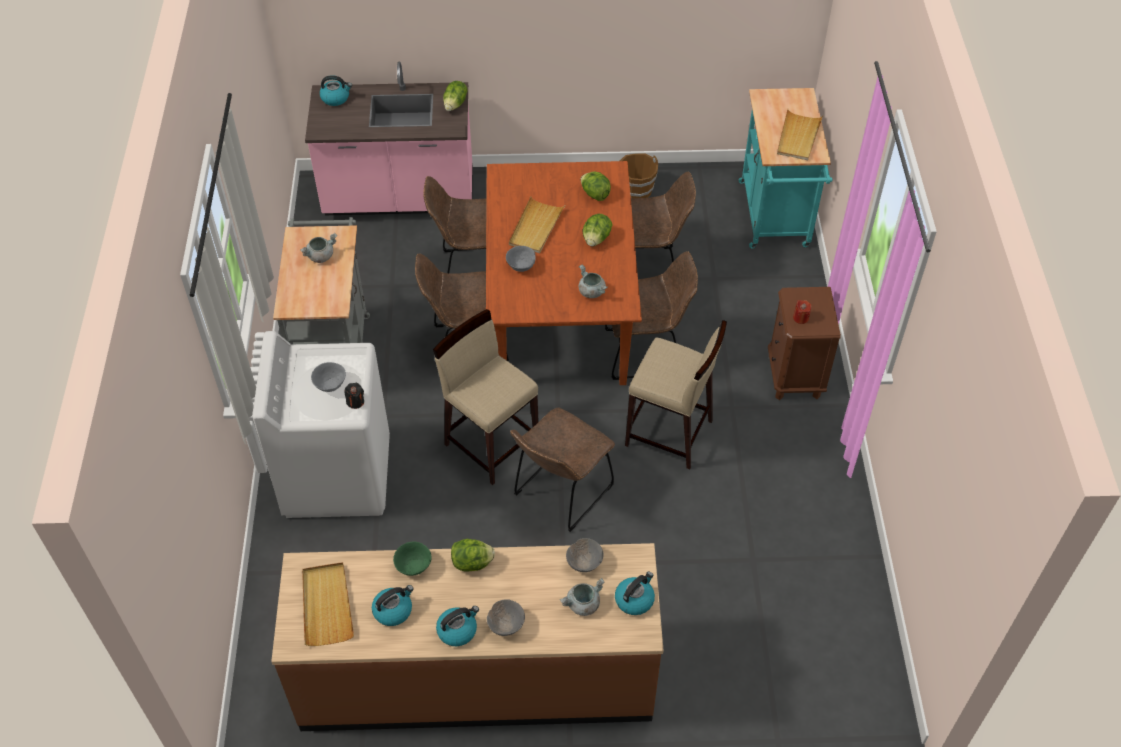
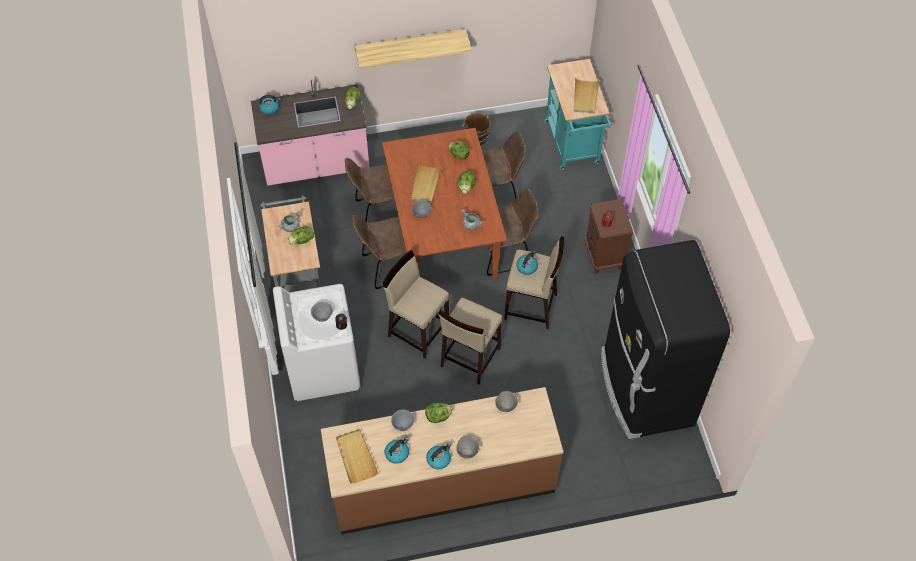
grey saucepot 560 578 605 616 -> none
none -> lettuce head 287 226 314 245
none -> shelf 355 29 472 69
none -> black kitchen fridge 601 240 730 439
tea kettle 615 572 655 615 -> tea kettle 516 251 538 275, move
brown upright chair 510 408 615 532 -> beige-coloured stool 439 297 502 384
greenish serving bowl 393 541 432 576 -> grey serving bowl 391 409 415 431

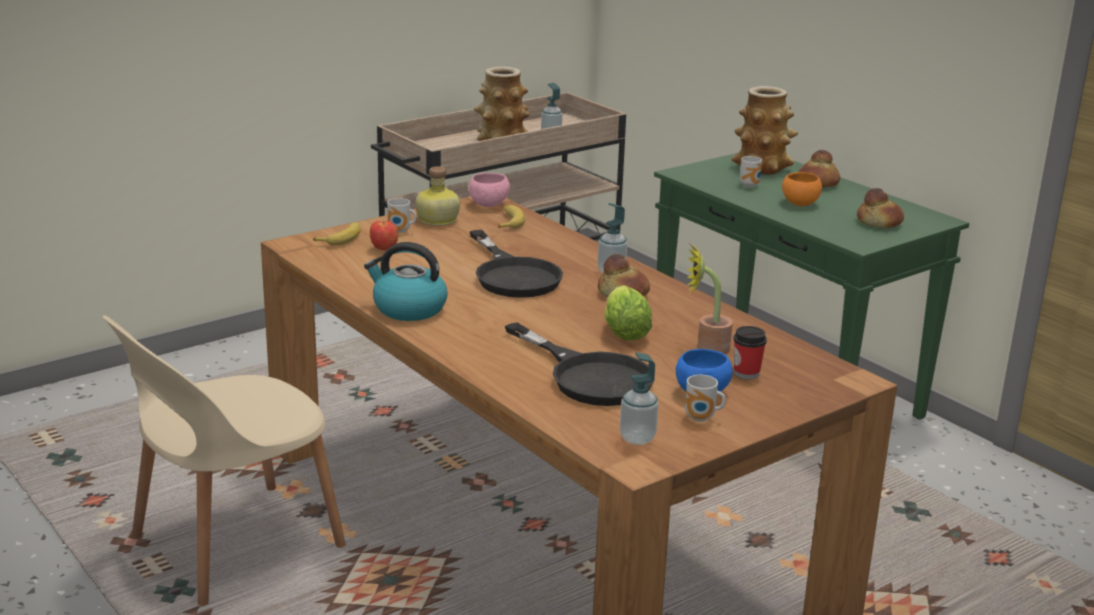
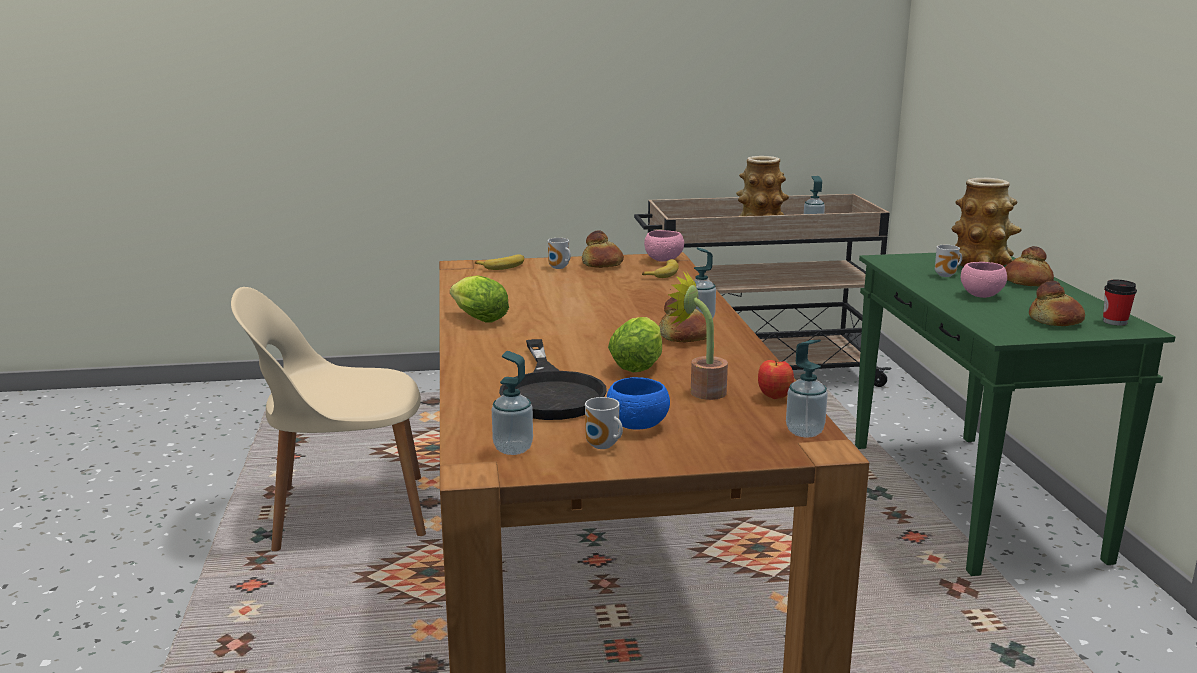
black pan 470 230 563 298 -> none
none -> soap bottle 786 340 828 437
whole apple 370 221 398 251 -> whole apple 758 360 794 399, move
cup 733 326 767 380 -> cup 1103 280 1137 326, move
tea kettle 364 242 448 321 -> lettuce head 450 275 509 323
beverage bottle 415 166 460 226 -> baked bread 582 230 624 268
orange serving bowl 782 172 822 206 -> pink-coloured serving bowl 961 262 1007 298

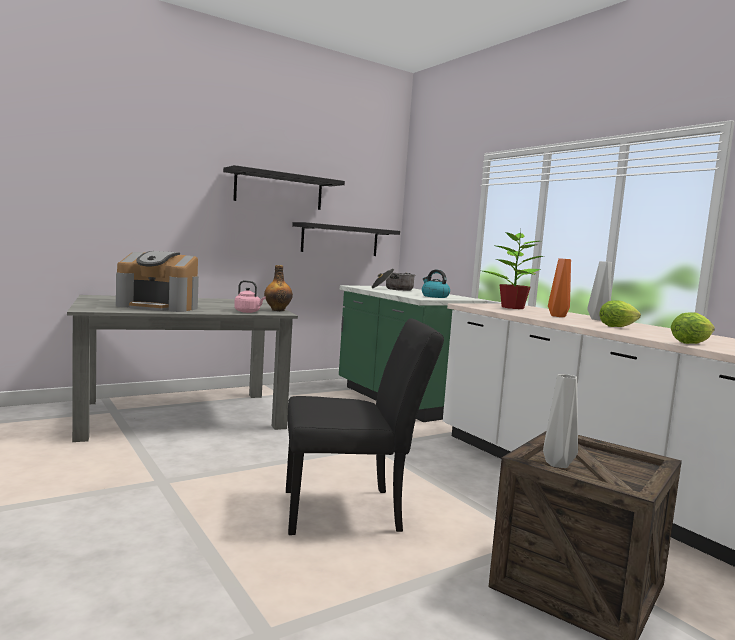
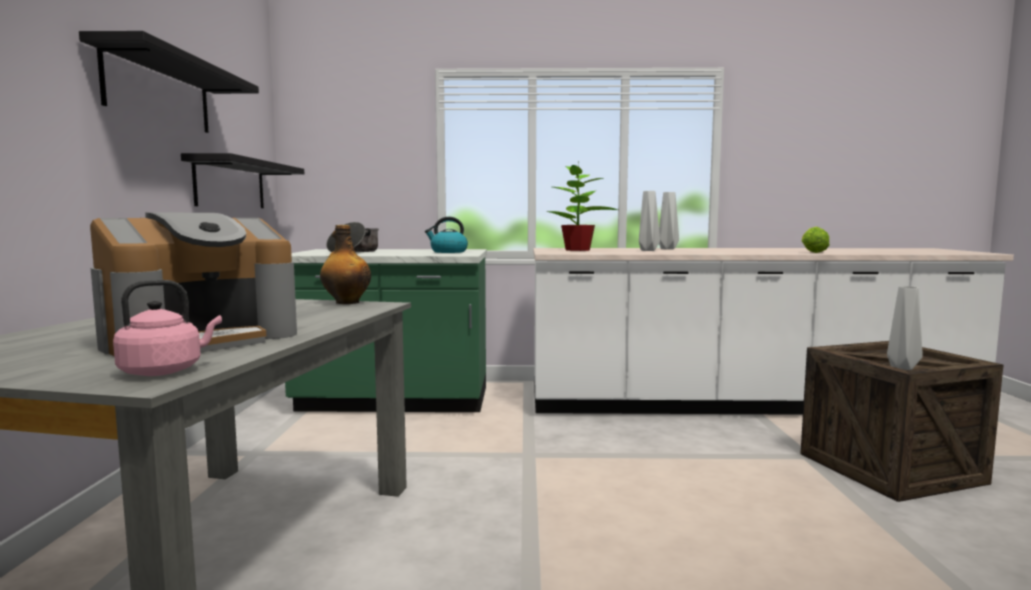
black upright chair 286 319 444 535 -> none
lettuce head 599 300 641 327 -> none
pink-coloured tea kettle 234 280 266 313 -> pink-coloured tea kettle 113 280 222 376, move
orange flower vase 548 258 571 317 -> grey flower vase 639 191 660 251

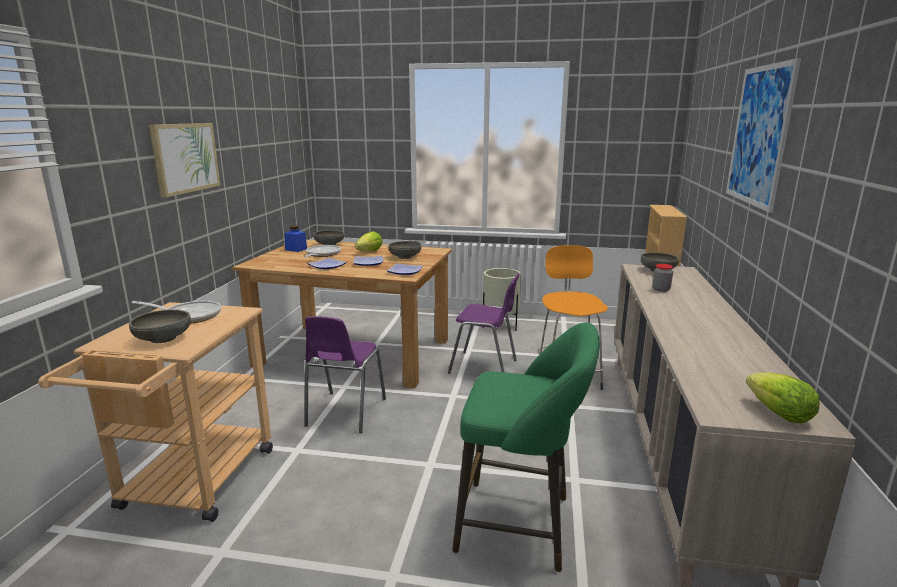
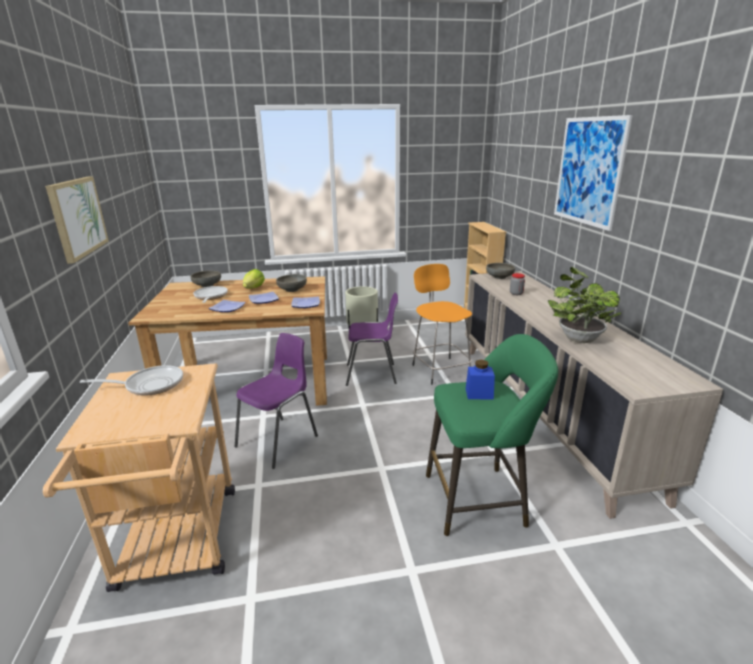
grey serving bowl 129 310 191 343 -> none
lettuce head 746 372 820 423 -> none
none -> houseplant 548 267 622 343
bluish jar 284 225 307 252 -> bluish jar 466 360 495 400, move
purple-coloured upright chair 304 316 386 433 -> purple-coloured upright chair 235 333 318 469, 135 degrees counterclockwise

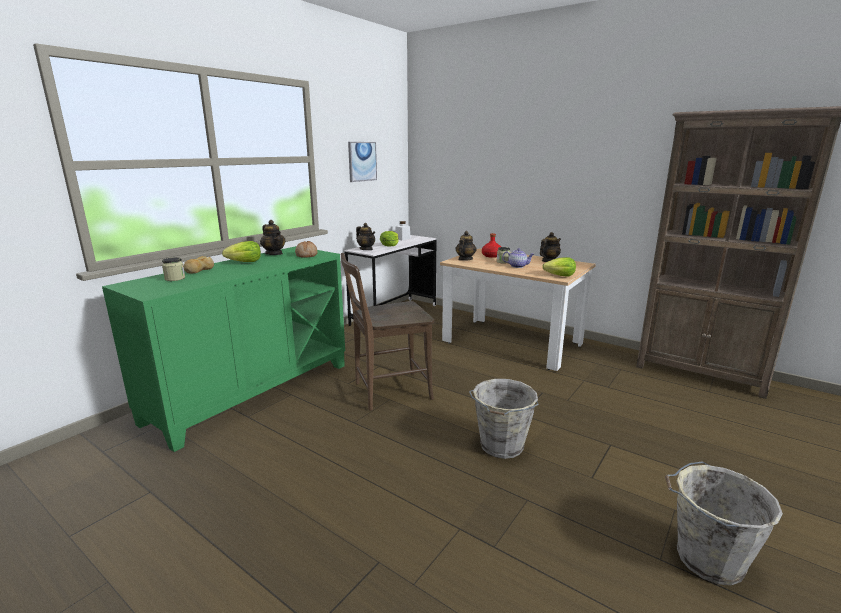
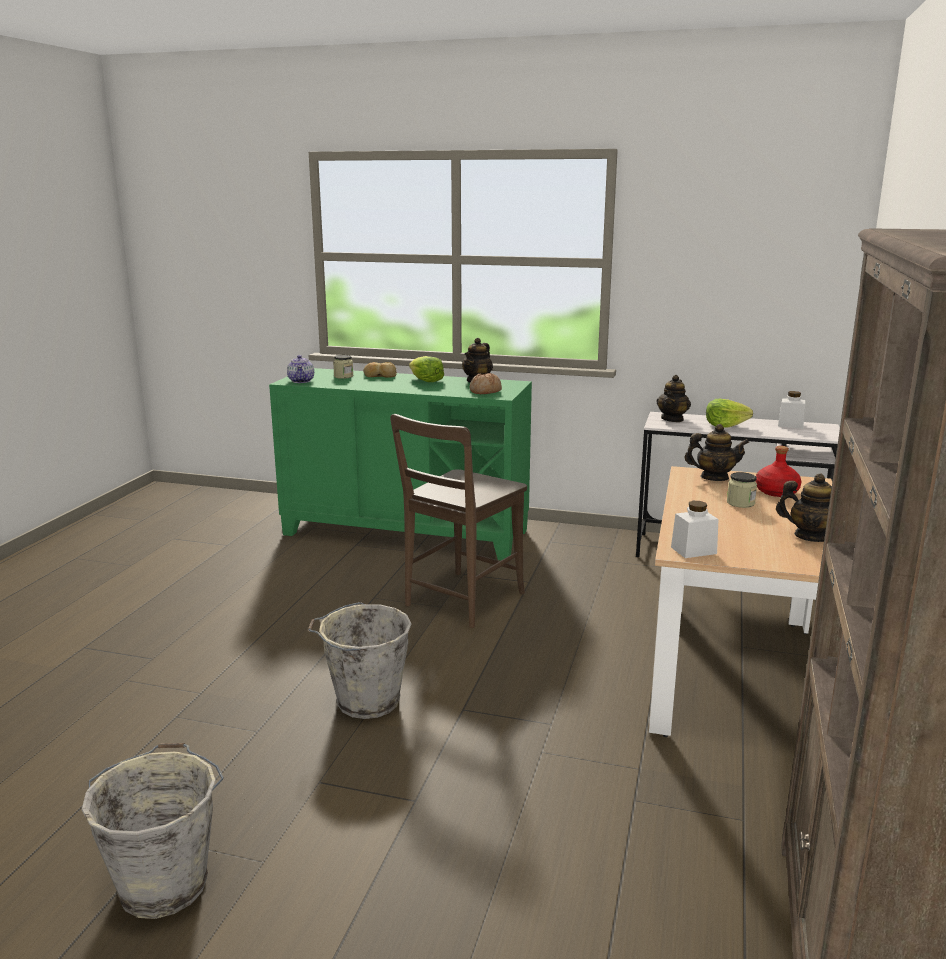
wall picture 348 142 377 182 -> none
teapot 502 248 534 268 -> teapot 287 355 314 383, move
lettuce head 542 257 576 277 -> white-coloured jar 671 501 719 558
brown upright chair 341 253 434 411 -> brown upright chair 390 414 527 628, 105 degrees counterclockwise

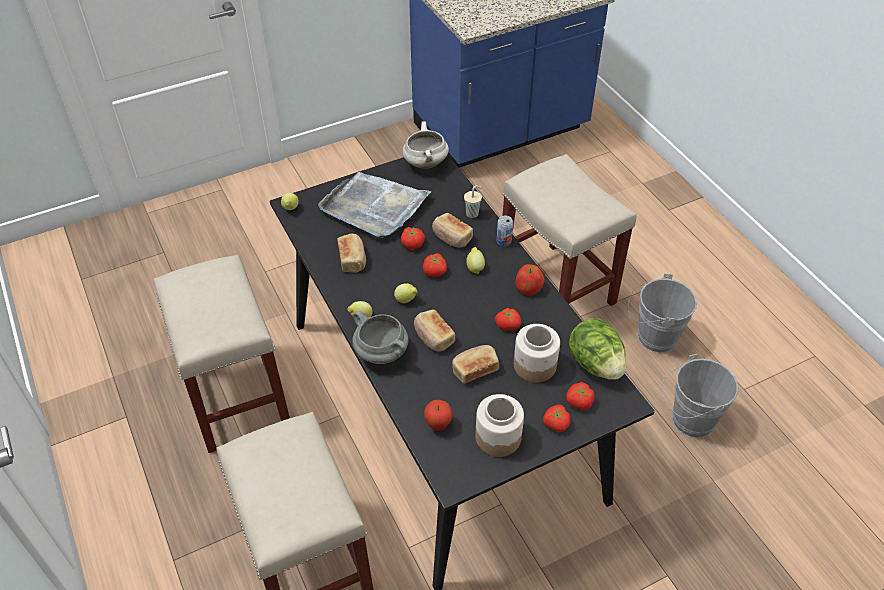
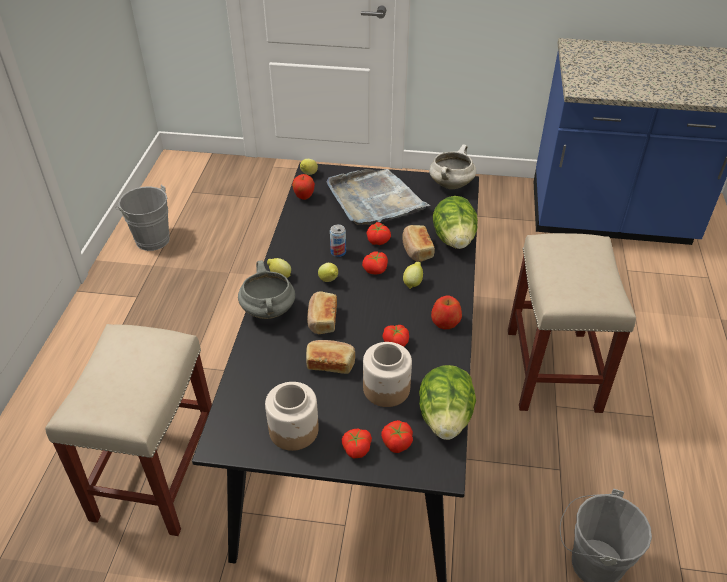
beige-coloured stool 154 255 290 453 -> none
baked bread 337 233 366 273 -> none
whole apple 424 400 453 431 -> whole apple 292 174 315 200, move
can 497 215 513 246 -> can 330 225 346 257, move
grey water bucket 628 273 697 353 -> grey water bucket 115 185 170 251, move
beige-coloured cup 464 185 482 218 -> lettuce head 433 196 478 249

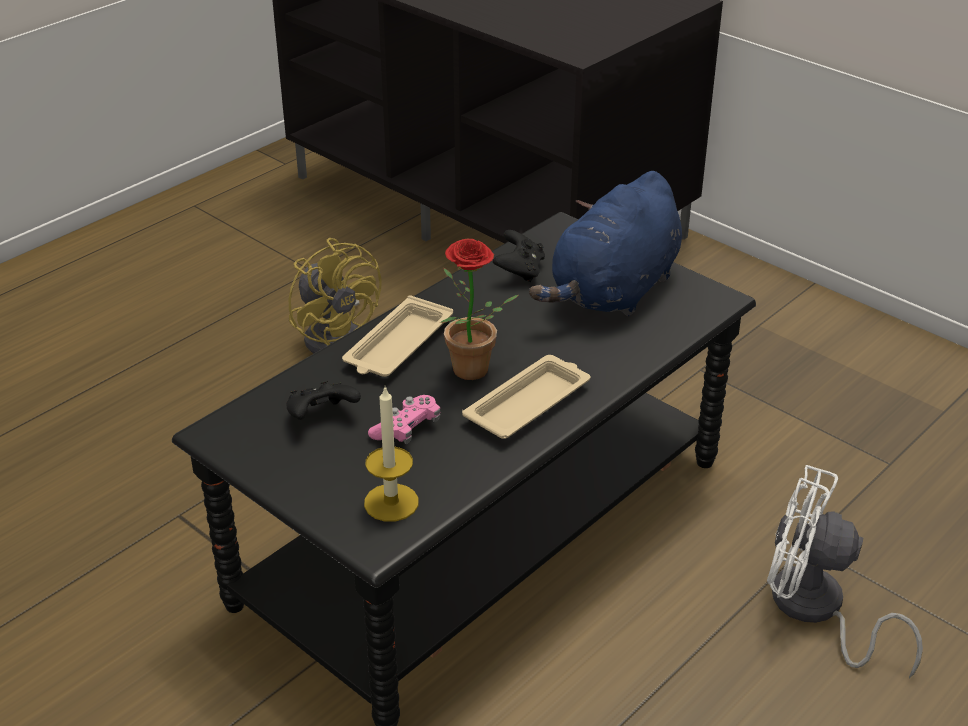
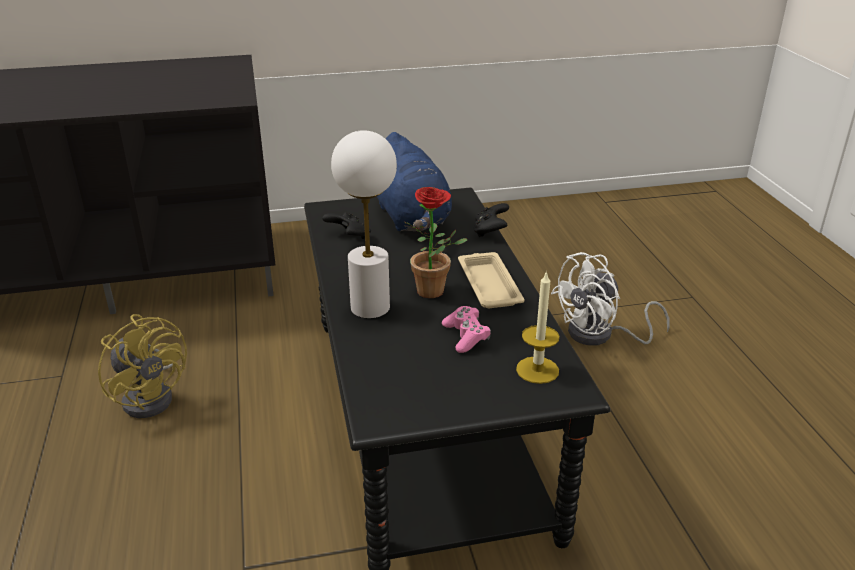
black game controller 287 381 361 420 -> black game controller 473 203 509 237, move
beige-coloured carrying tray 342 295 453 377 -> white-coloured tabletop lamp 331 130 397 318
yellowish cooling fan 289 238 382 354 -> yellowish cooling fan 98 314 187 418, 45 degrees clockwise

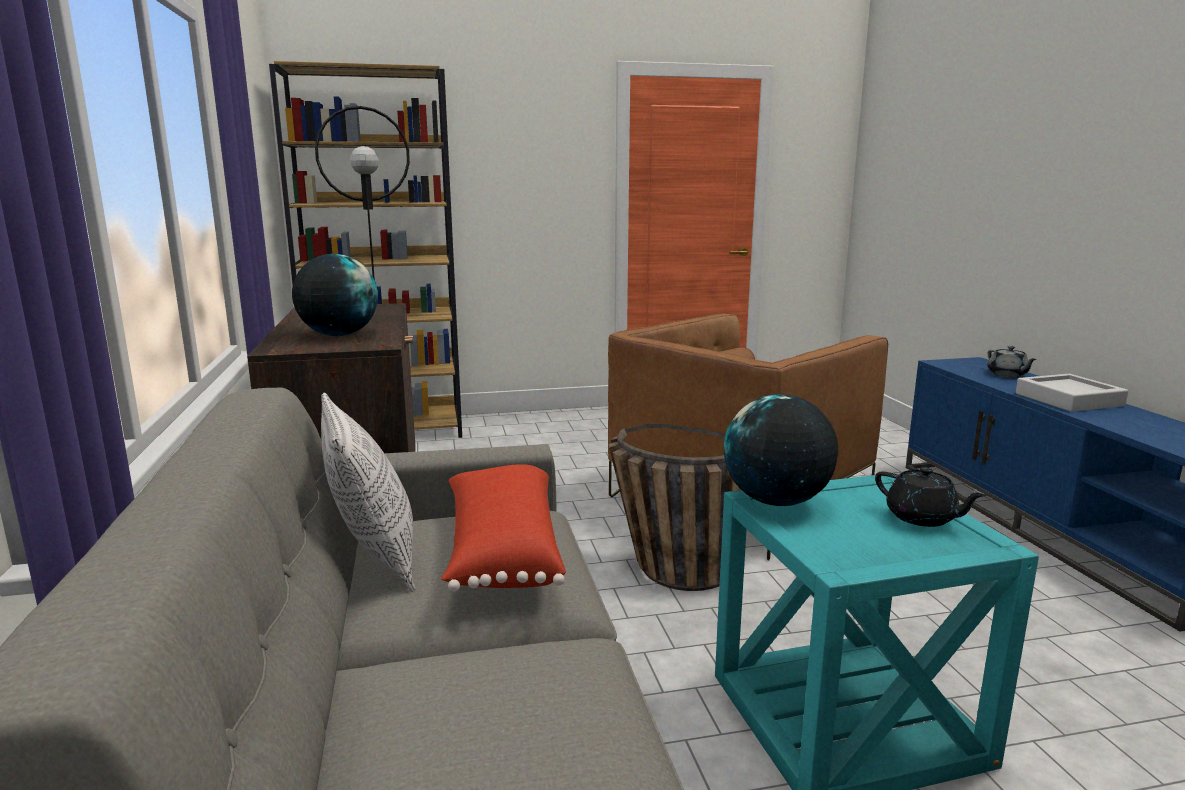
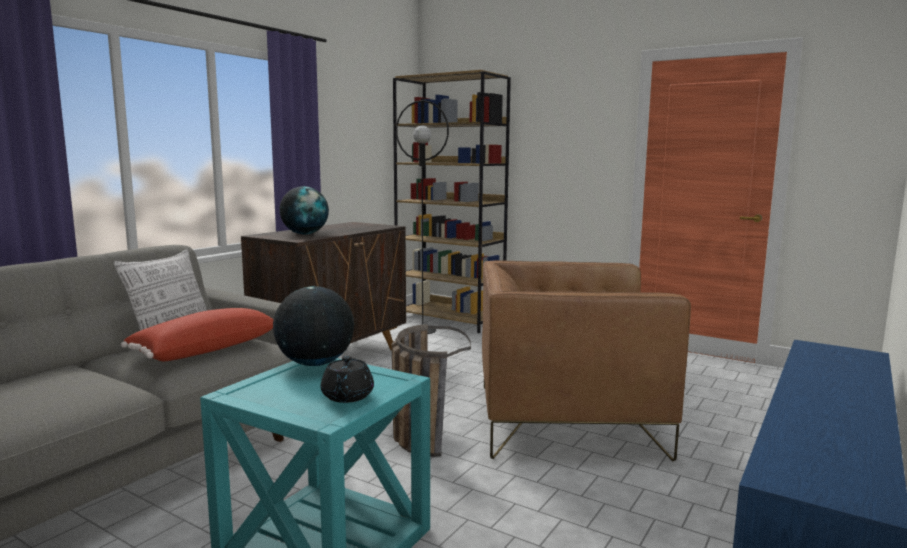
grey teapot 987 346 1037 378 -> none
grey carrying tray 1016 374 1128 412 -> none

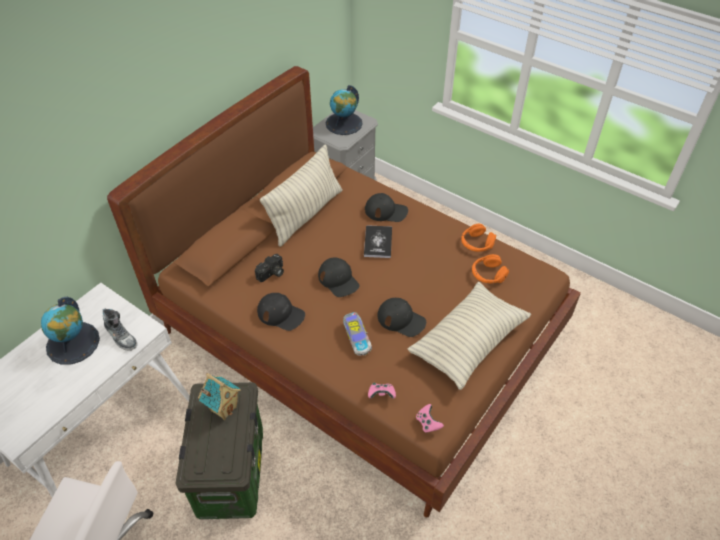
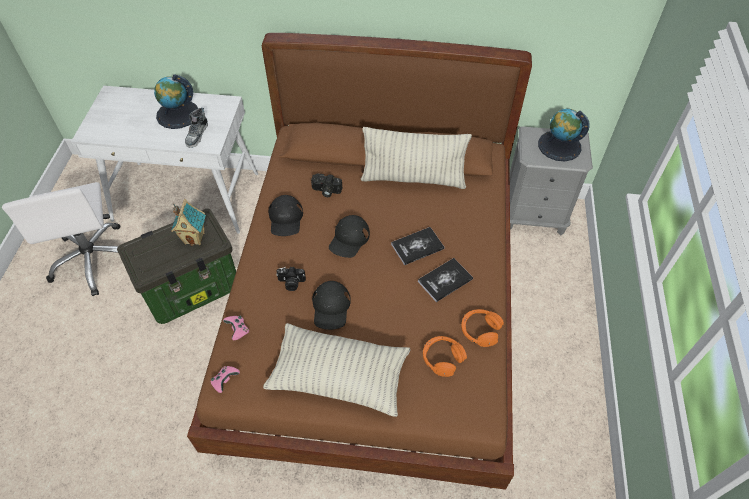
black baseball cap 365 193 408 222 -> none
none -> book 418 258 473 302
model car 343 312 372 356 -> photo camera 276 267 306 291

